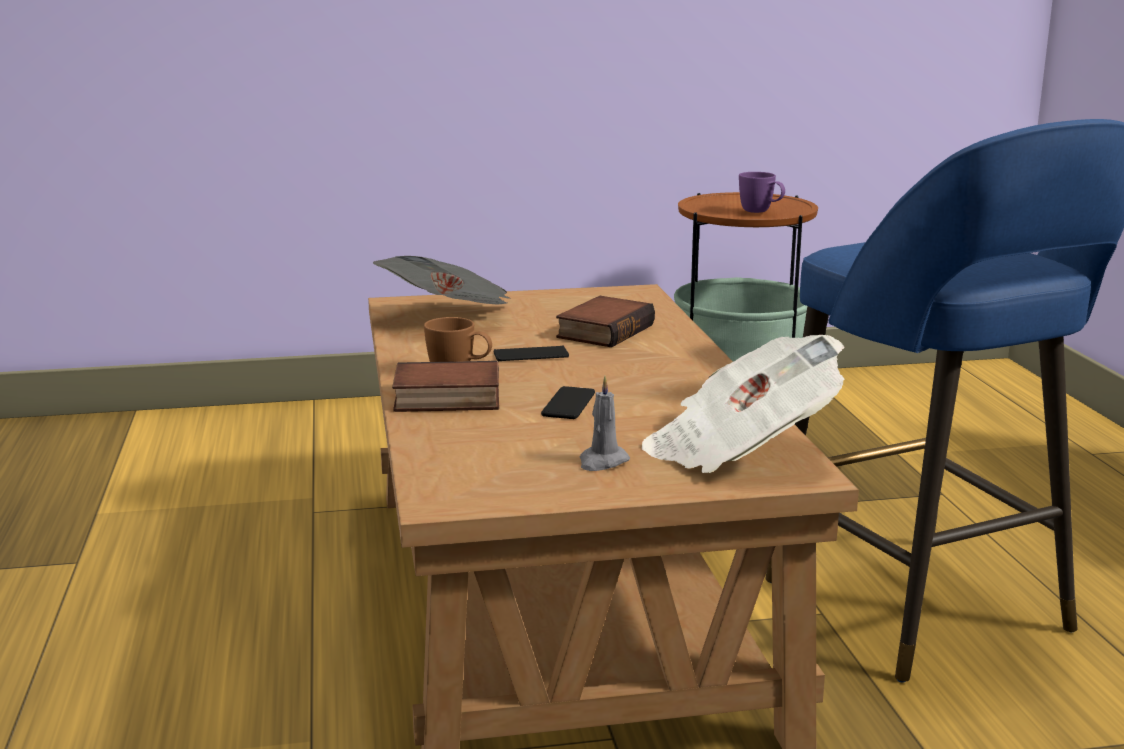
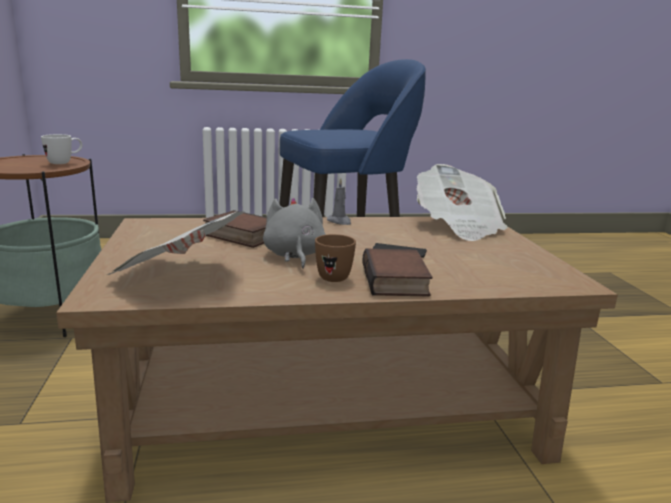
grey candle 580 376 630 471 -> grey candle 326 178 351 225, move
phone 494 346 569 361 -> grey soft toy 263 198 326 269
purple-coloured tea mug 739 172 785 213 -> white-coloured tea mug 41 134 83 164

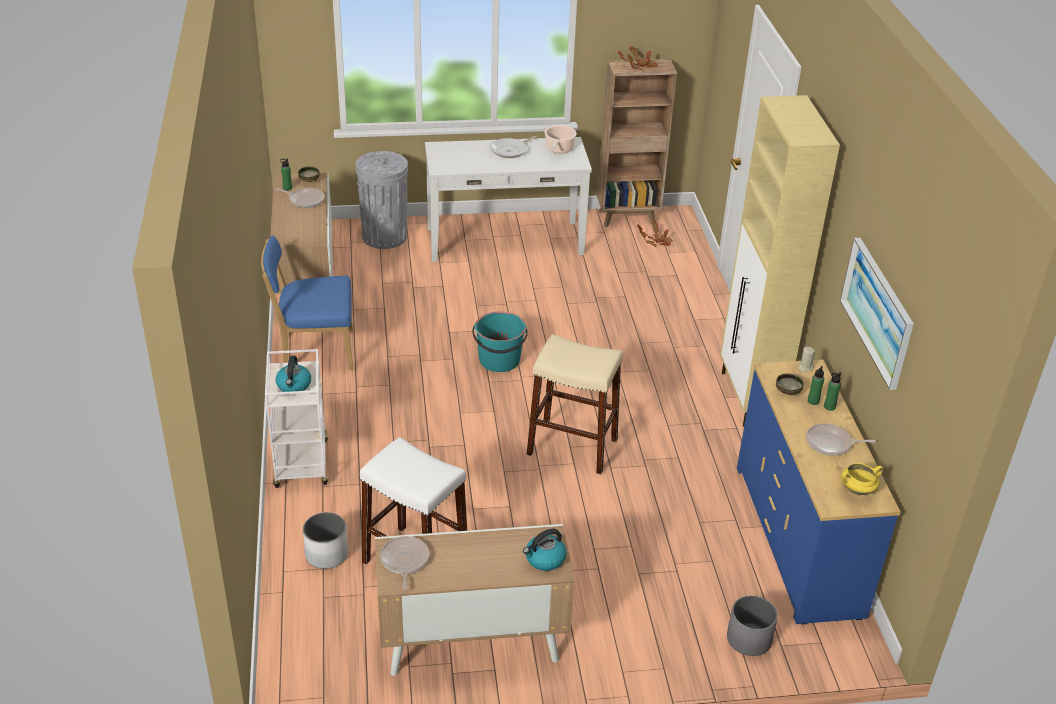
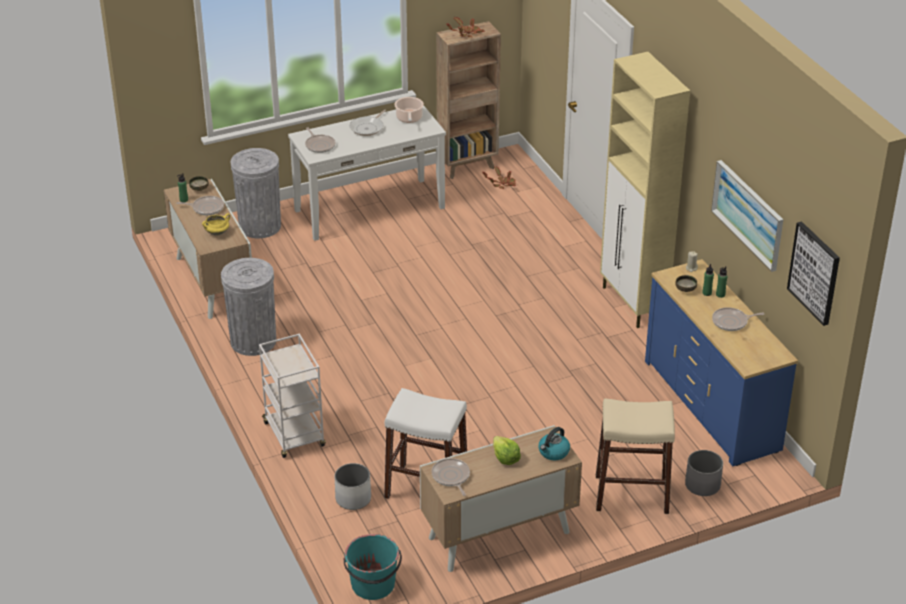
tea kettle 275 356 311 392 -> none
none -> pan 305 127 336 153
none -> lettuce head 493 436 521 465
none -> wall picture 787 221 840 326
turquoise-coloured water bucket 472 311 527 372 -> turquoise-coloured water bucket 343 534 402 600, move
beige-coloured stool 526 334 623 474 -> beige-coloured stool 596 399 675 514, move
yellowish saucepot 841 463 883 495 -> yellowish saucepot 202 213 230 236, move
bluish upright chair 261 235 353 370 -> grey trash can 221 258 276 356

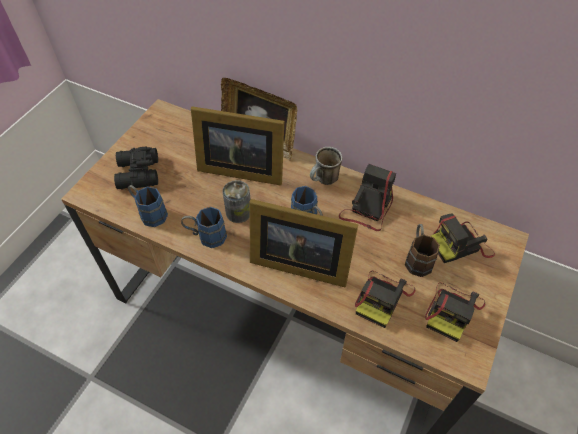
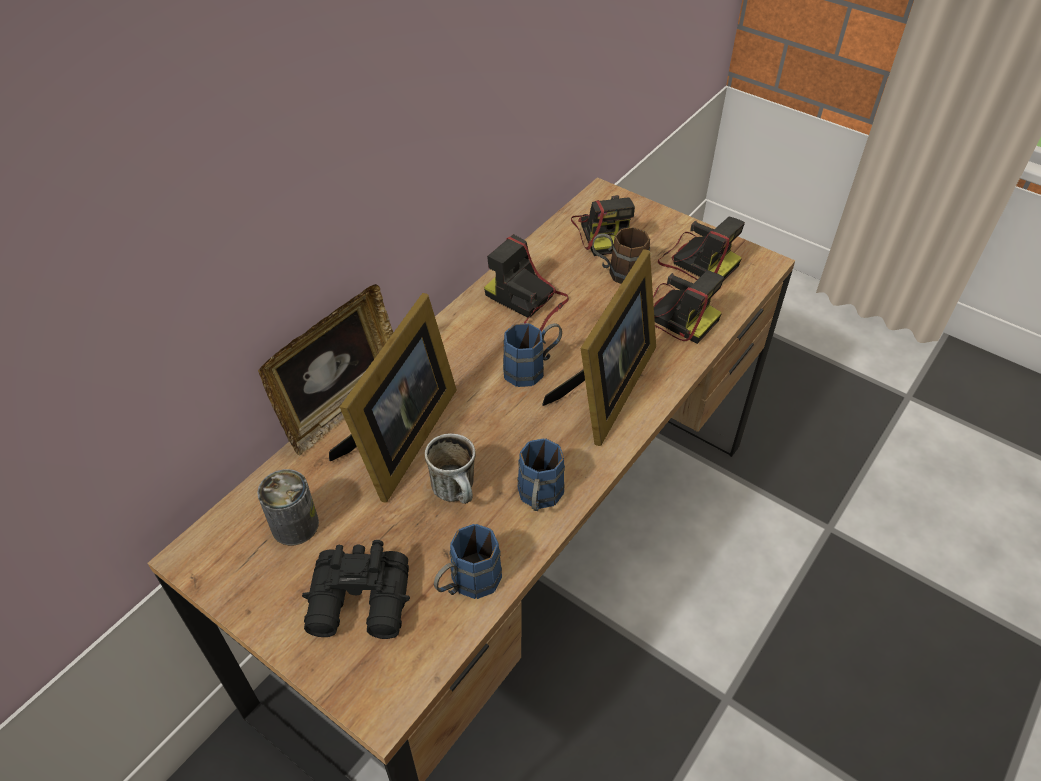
can 222 180 250 223 -> can 257 469 319 545, move
tea mug 310 147 342 185 -> tea mug 425 433 476 504, move

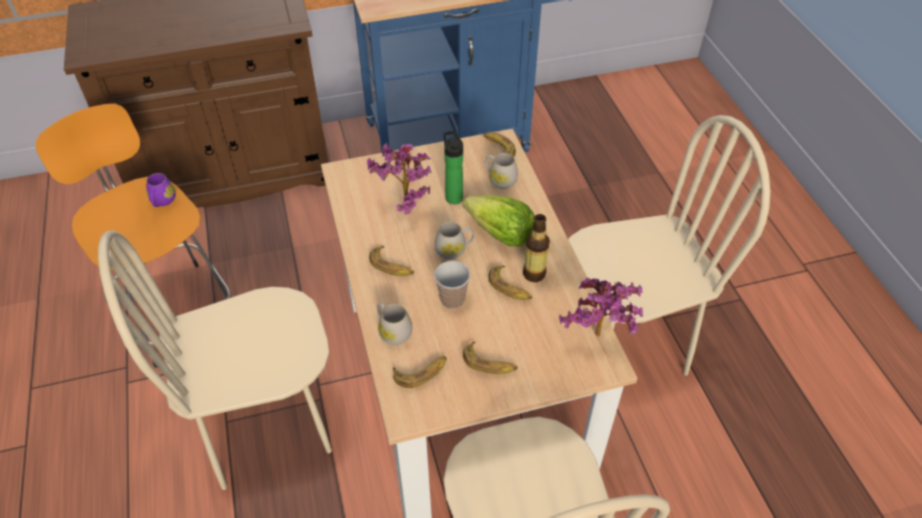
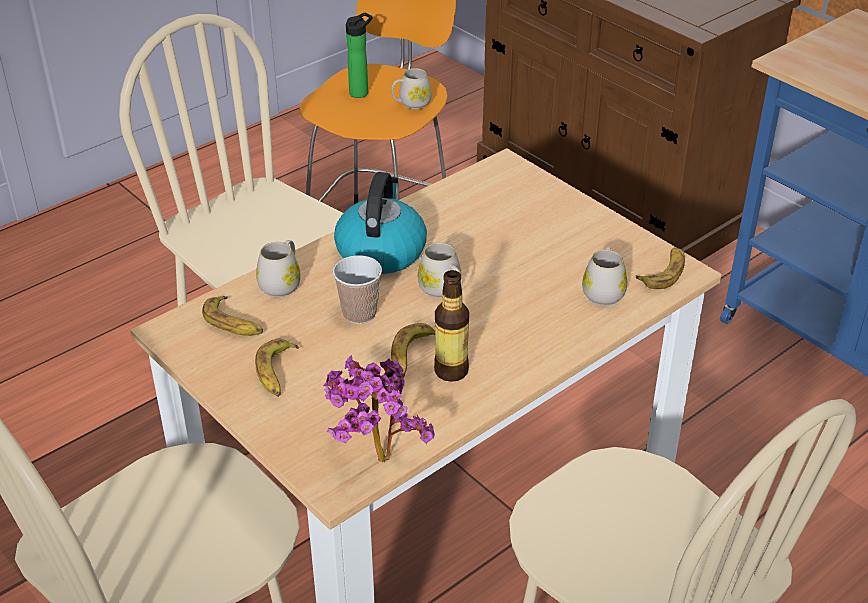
houseplant 367 143 431 214 -> none
lettuce head 463 195 535 246 -> none
beverage bottle 443 131 463 204 -> beverage bottle 346 13 373 98, move
banana fruit 369 246 414 276 -> tea kettle 334 172 427 274
purple-coloured tea mug 146 173 176 207 -> white-coloured tea mug 391 68 432 109

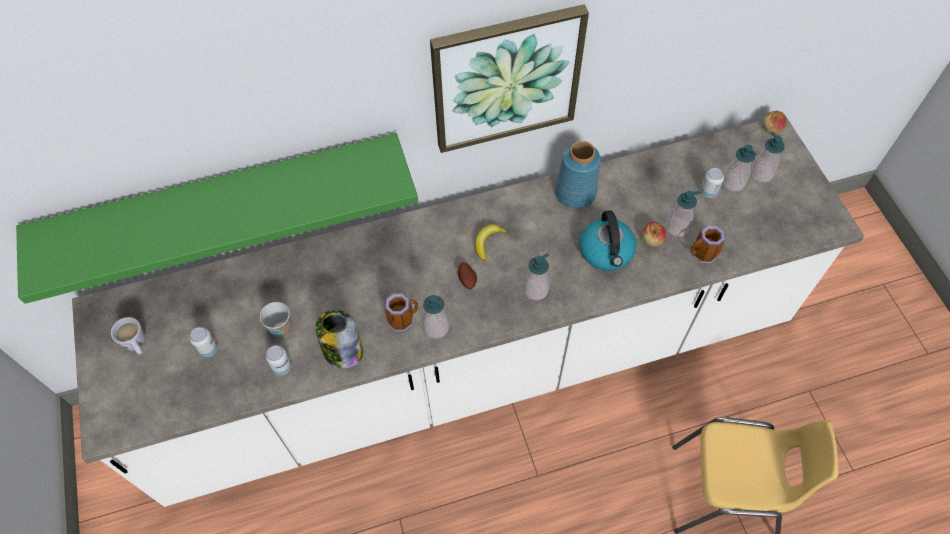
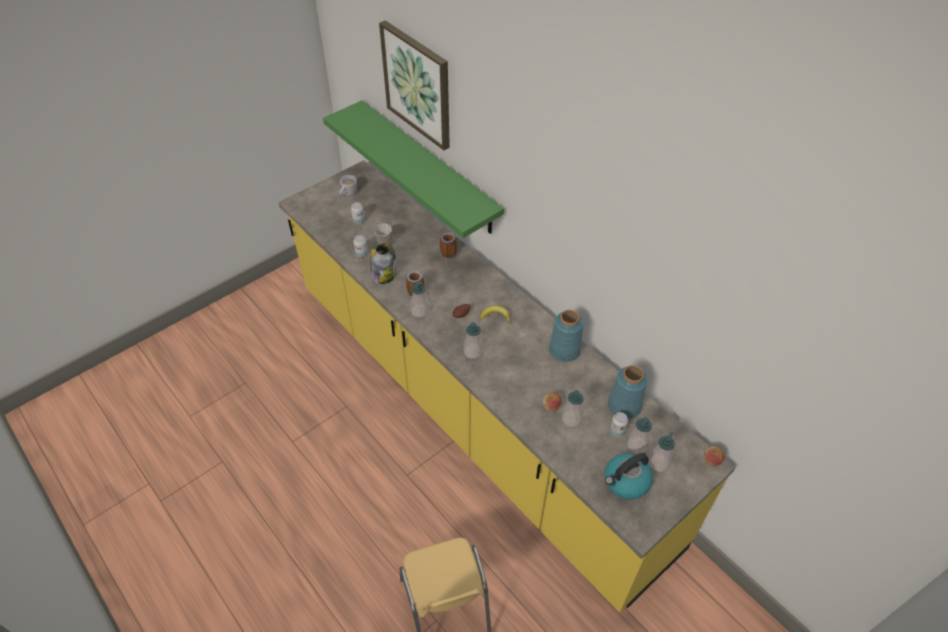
none -> bluish flower vase 608 365 648 419
wall picture 430 4 589 153 -> wall picture 379 20 450 150, move
tea kettle 579 210 636 271 -> tea kettle 605 453 653 499, move
tea mug 691 225 725 264 -> tea mug 440 232 457 260, move
white-coloured counter 72 116 864 507 -> yellowish counter 279 160 735 613

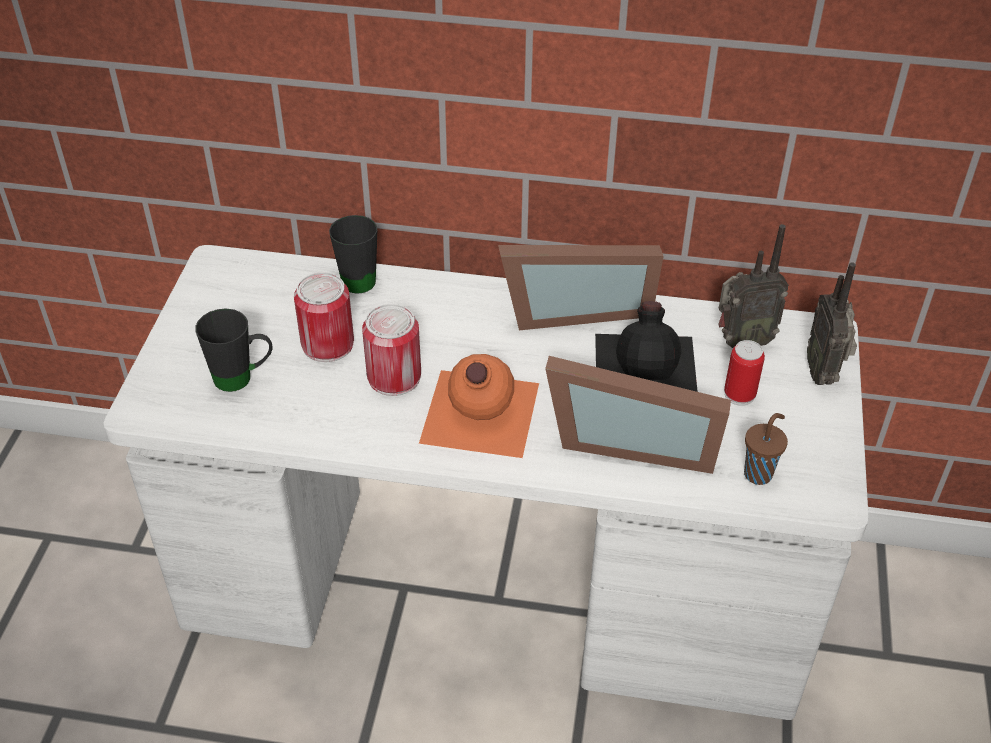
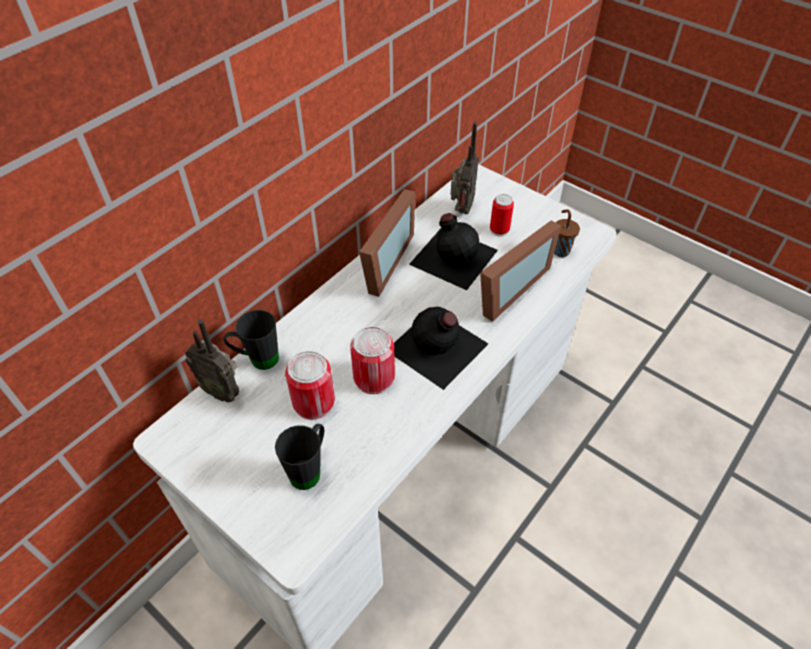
radio receiver 807 262 857 385 -> radio receiver 185 320 239 402, move
orange beverage bottle 419 354 539 458 -> black beverage bottle 394 307 488 390

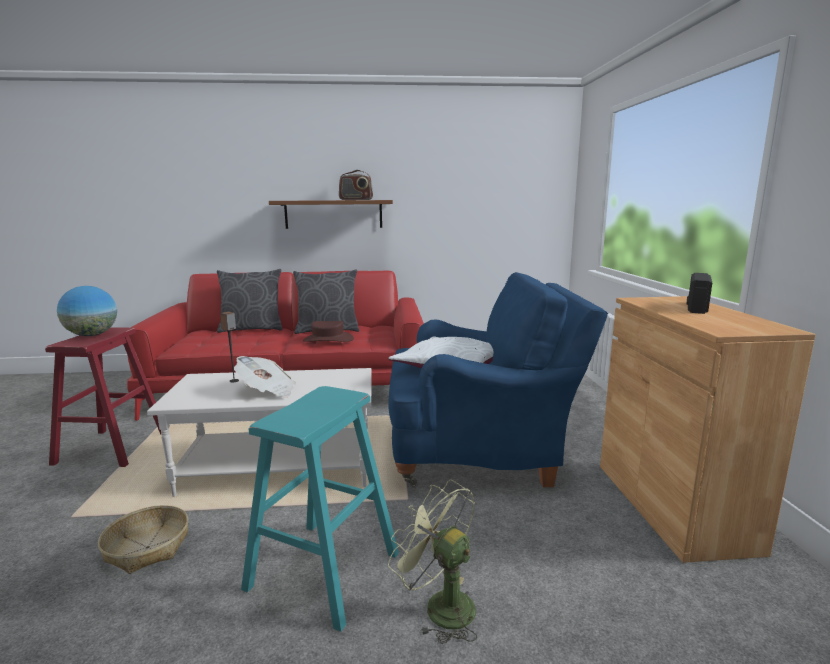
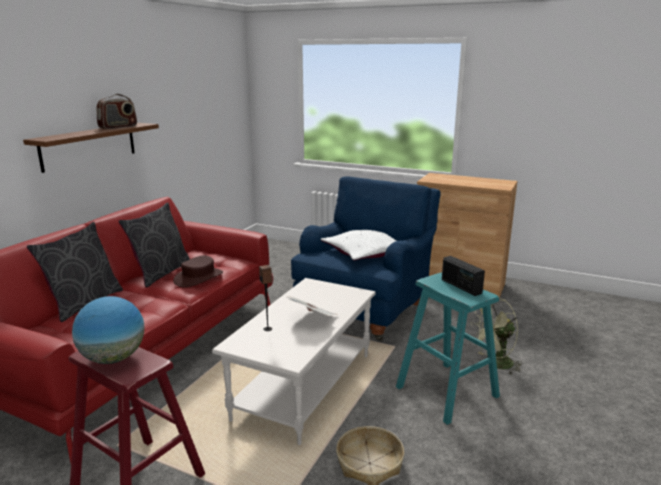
radio receiver 686 273 712 314 -> radio receiver 442 256 485 296, move

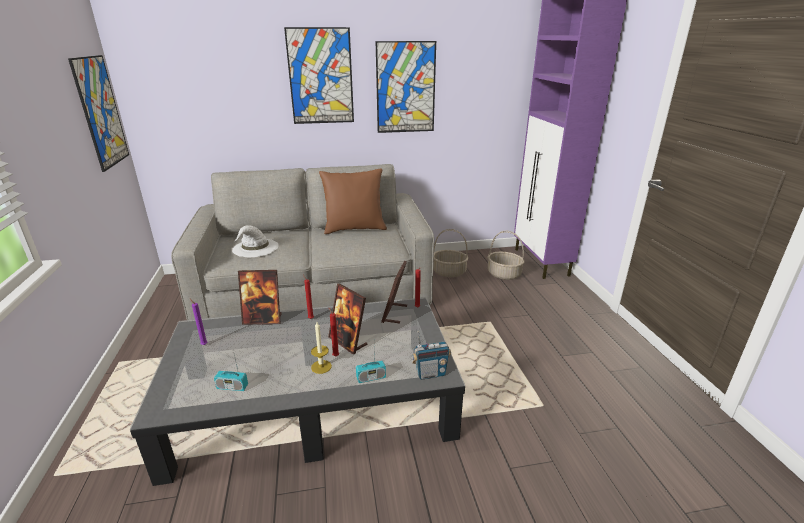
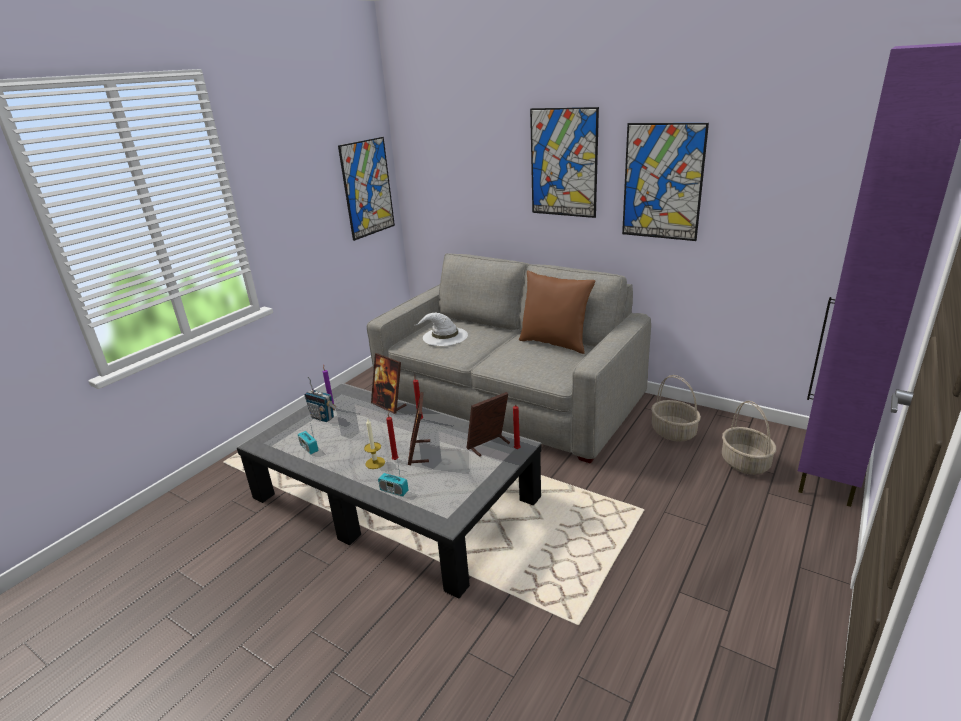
radio receiver 412 331 451 380 -> radio receiver 304 377 336 422, move

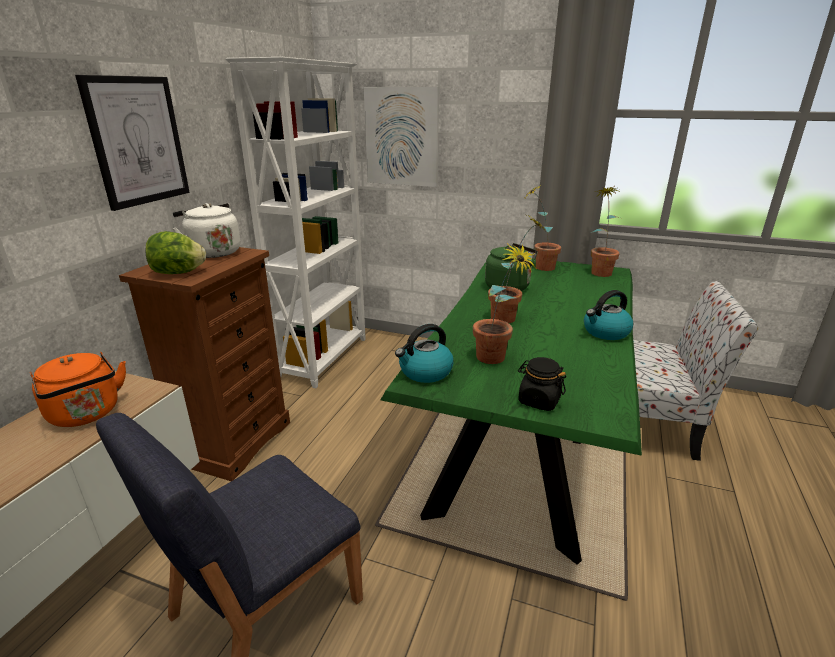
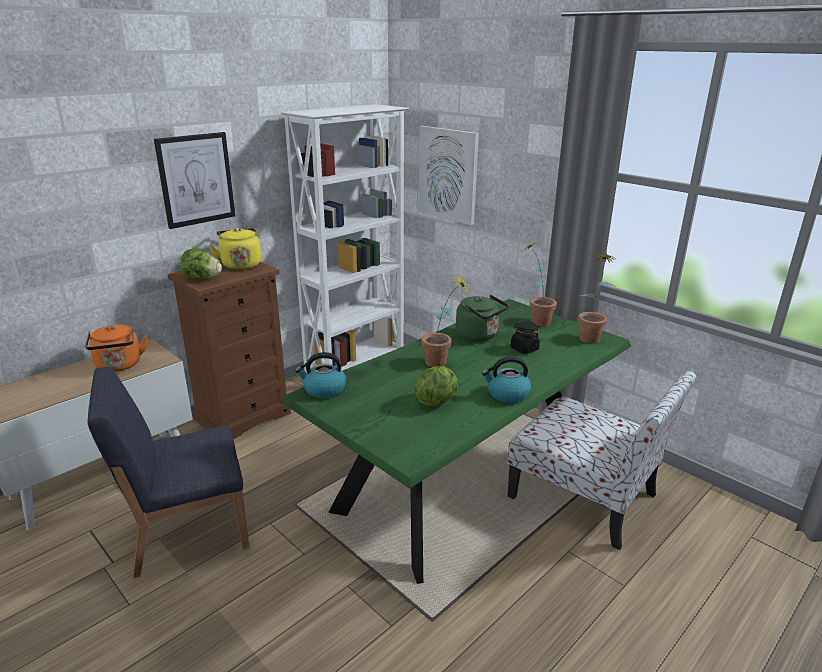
houseplant 473 243 538 364 -> none
none -> lettuce head 414 366 458 407
black jar 518 357 566 411 -> black jar 511 321 540 354, move
white-coloured tea kettle 172 203 240 258 -> yellowish tea kettle 209 228 261 270

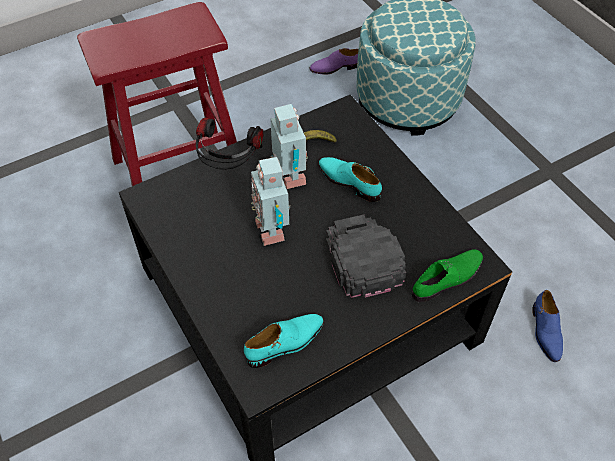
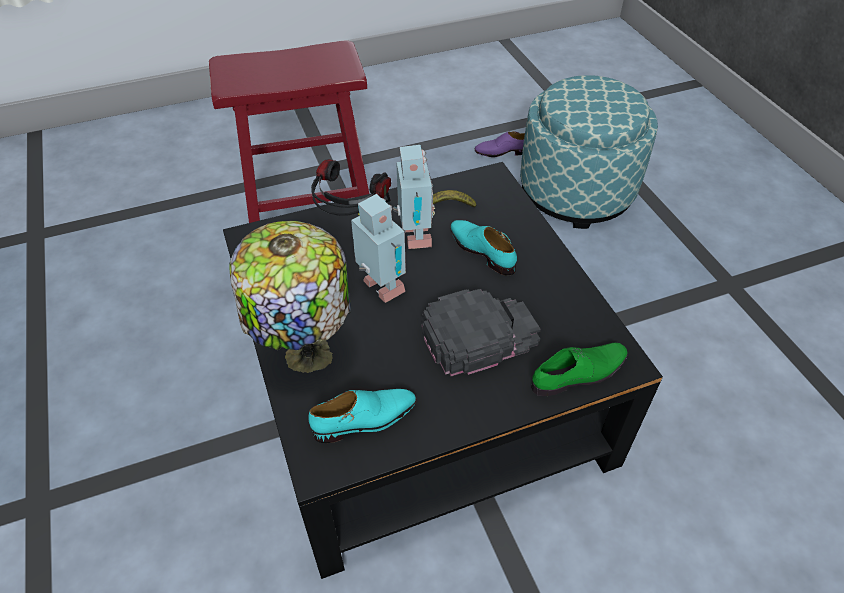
bluish item of footwear 532 290 563 362 -> none
none -> tabletop lamp 229 221 351 373
robot figure 251 157 291 246 -> robot figure 351 194 406 303, 150 degrees clockwise
black baseball cap 326 214 406 298 -> black baseball cap 422 289 541 376, 75 degrees clockwise

